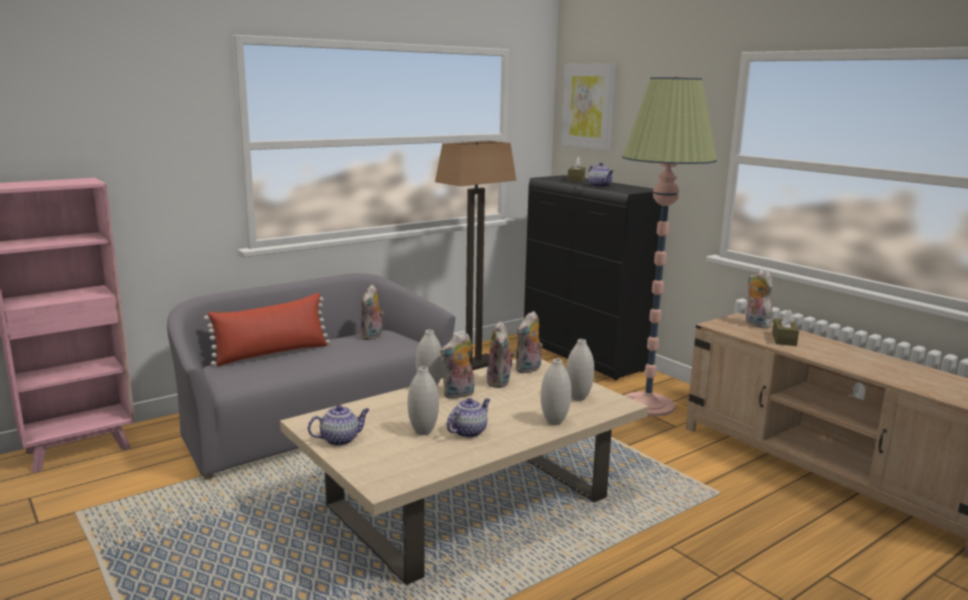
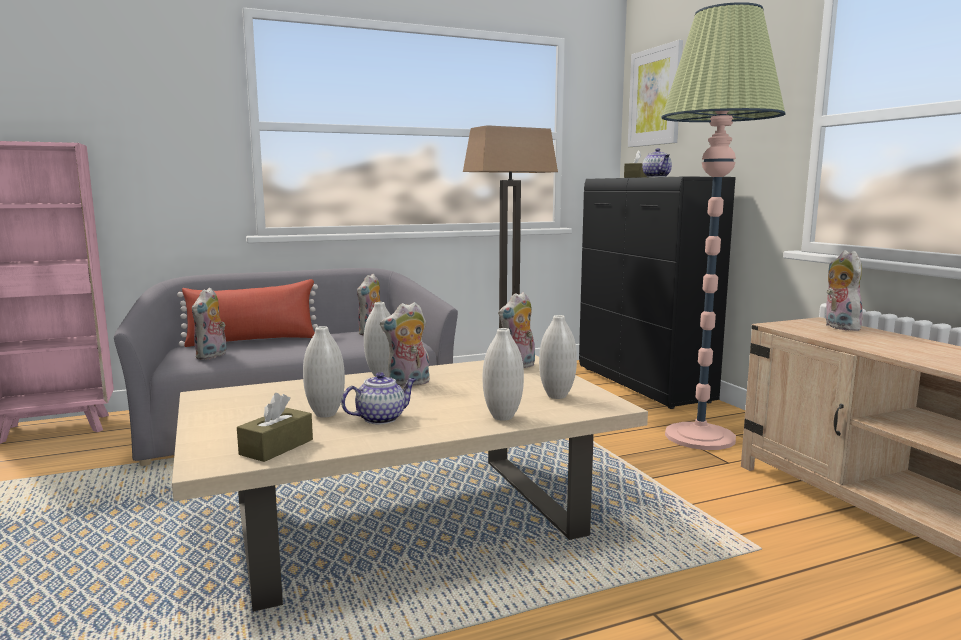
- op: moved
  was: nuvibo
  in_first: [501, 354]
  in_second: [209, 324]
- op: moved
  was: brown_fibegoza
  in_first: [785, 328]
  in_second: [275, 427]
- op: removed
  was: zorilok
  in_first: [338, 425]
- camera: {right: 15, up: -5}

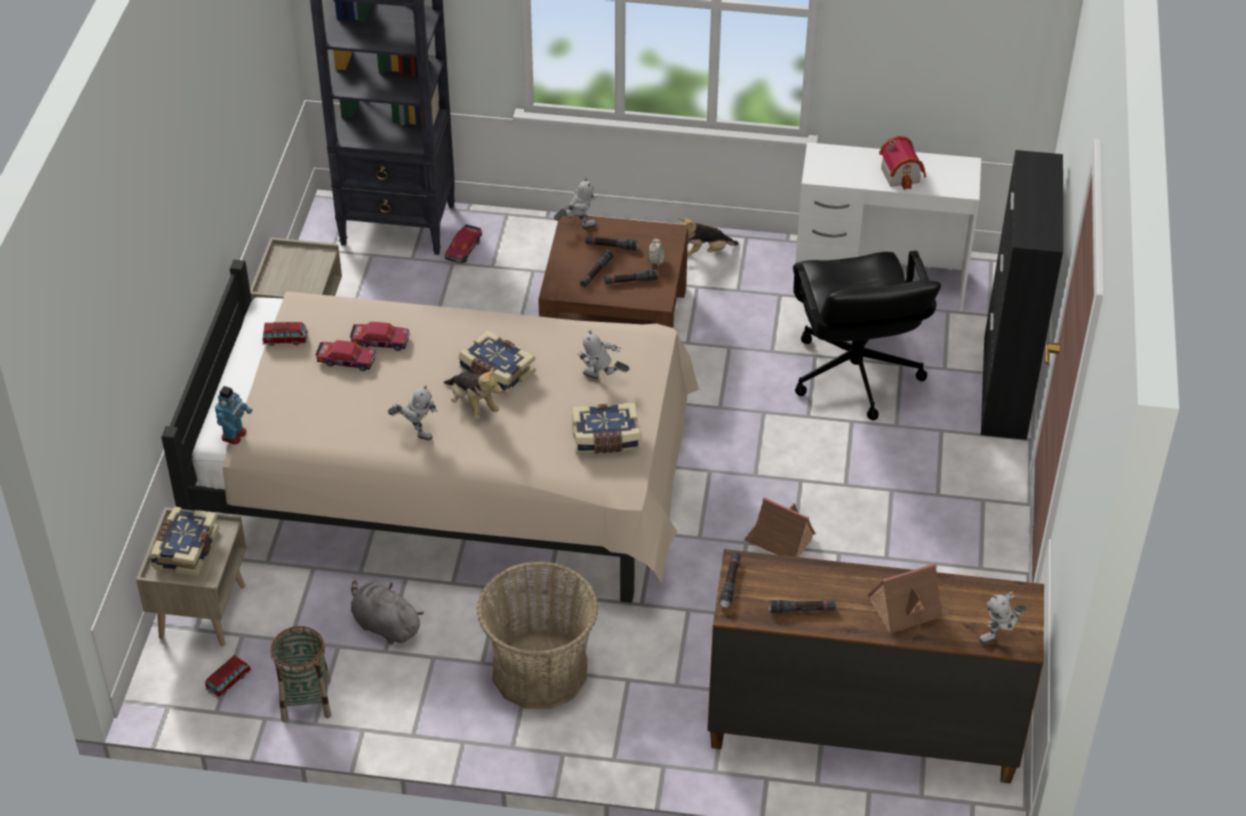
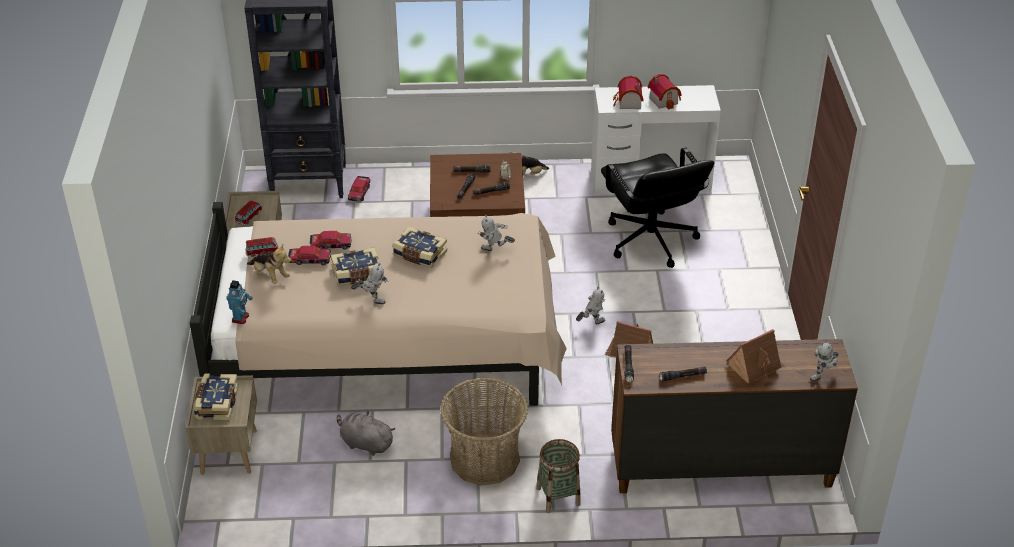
- op: moved
  was: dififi
  in_first: [228, 677]
  in_second: [248, 212]
- op: moved
  was: nuvibo
  in_first: [473, 393]
  in_second: [269, 264]
- op: moved
  was: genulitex
  in_first: [606, 428]
  in_second: [356, 266]
- op: moved
  was: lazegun
  in_first: [300, 674]
  in_second: [558, 476]
- op: moved
  was: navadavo
  in_first: [575, 203]
  in_second: [590, 305]
- op: added
  now: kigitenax
  in_second: [628, 92]
- op: removed
  was: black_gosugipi
  in_first: [1022, 295]
- camera: {right: -10, up: -5}

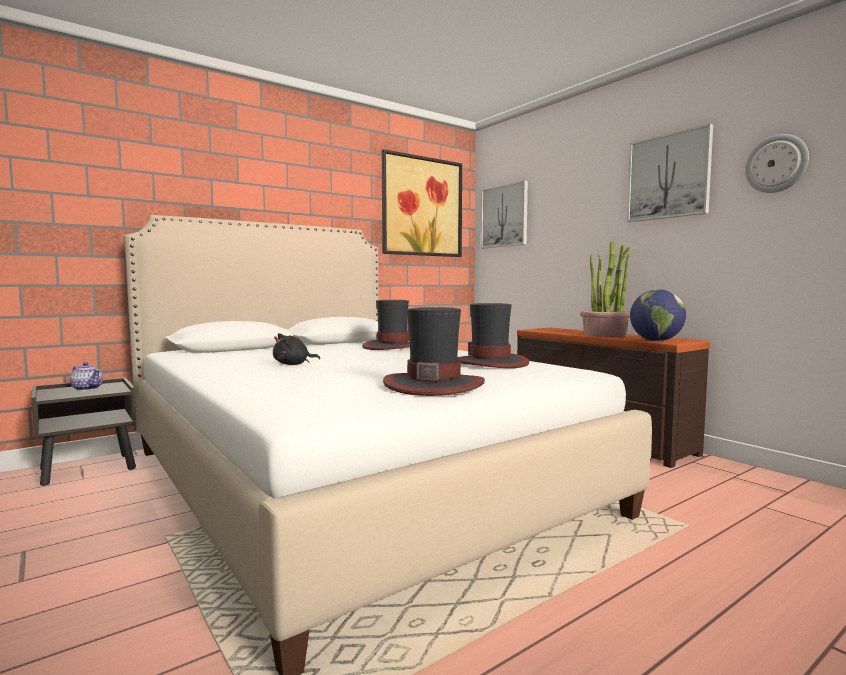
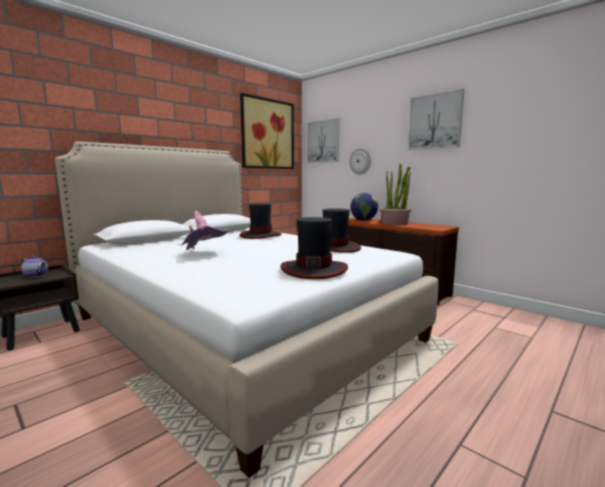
- op: replaced
  was: black_nuvibo
  now: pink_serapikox
  in_first: [296, 349]
  in_second: [204, 230]
- op: moved
  was: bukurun
  in_first: [777, 163]
  in_second: [360, 161]
- op: moved
  was: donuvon
  in_first: [658, 315]
  in_second: [364, 207]
- camera: {right: -10, up: 5}

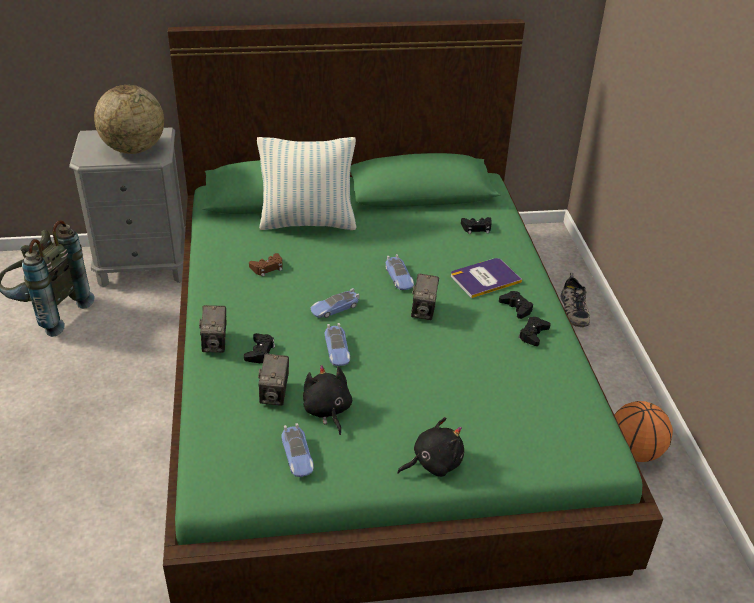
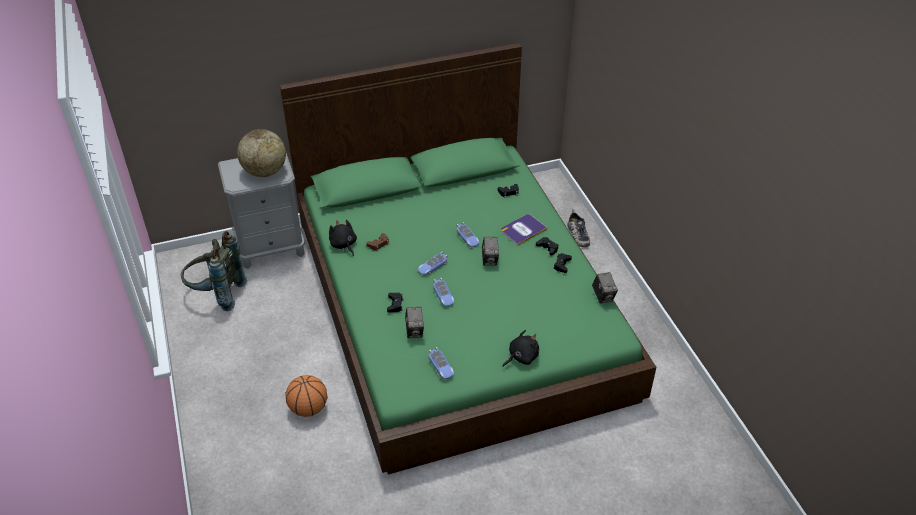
- op: moved
  was: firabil
  in_first: [643, 431]
  in_second: [306, 396]
- op: moved
  was: black_nuvibo
  in_first: [327, 400]
  in_second: [343, 238]
- op: moved
  was: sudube
  in_first: [212, 328]
  in_second: [605, 288]
- op: removed
  was: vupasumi
  in_first: [307, 183]
- camera: {right: -10, up: 5}

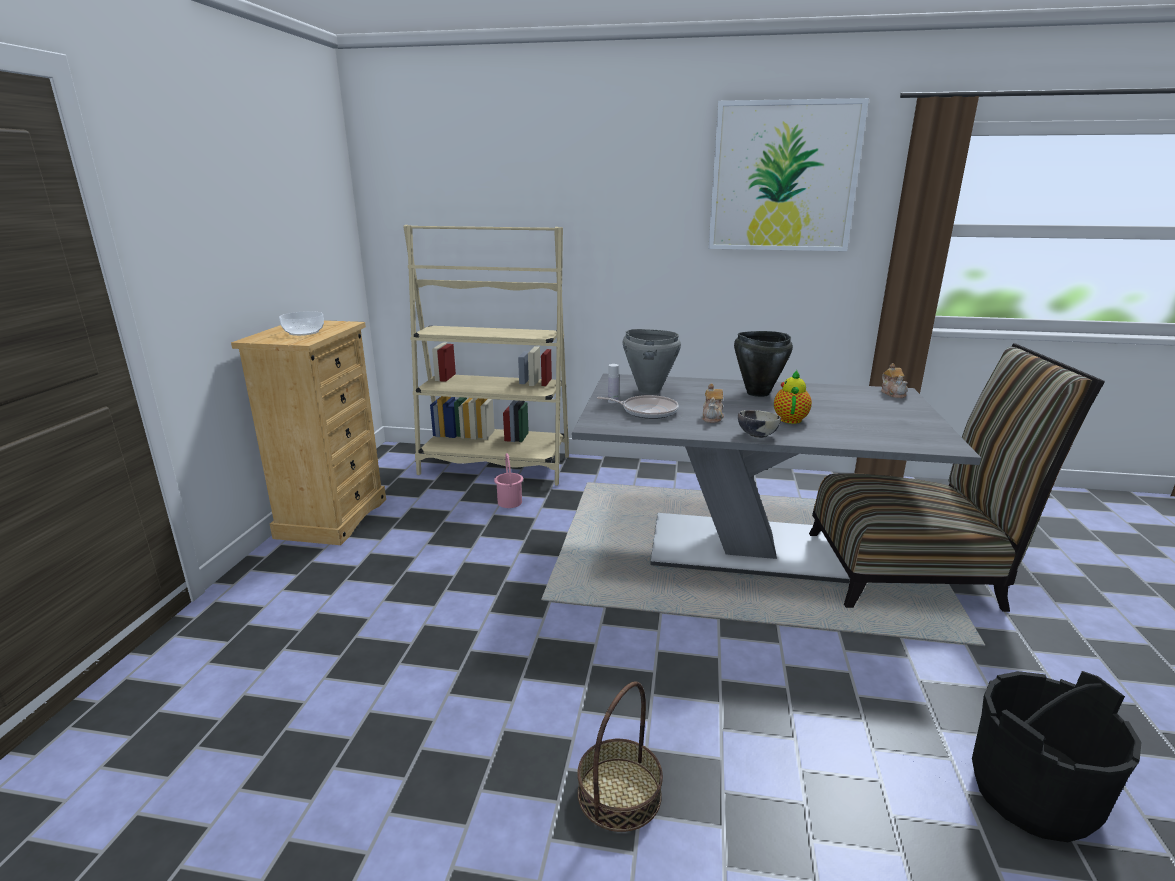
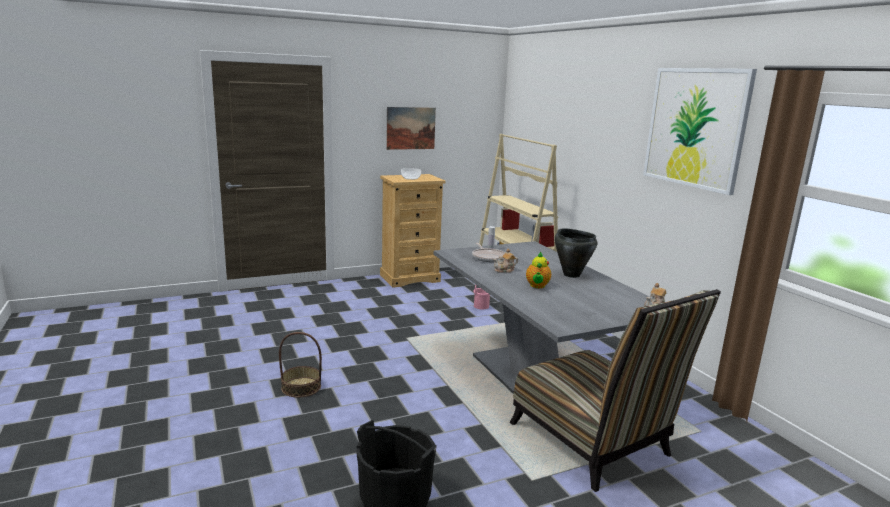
- op: added
  now: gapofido
  in_second: [411, 128]
- op: turned
  was: zorilok
  in_first: [793, 397]
  in_second: [538, 270]
  clockwise: 120
- op: removed
  was: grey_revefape
  in_first: [652, 361]
- op: removed
  was: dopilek
  in_first: [759, 424]
- camera: {right: 55, up: -5}

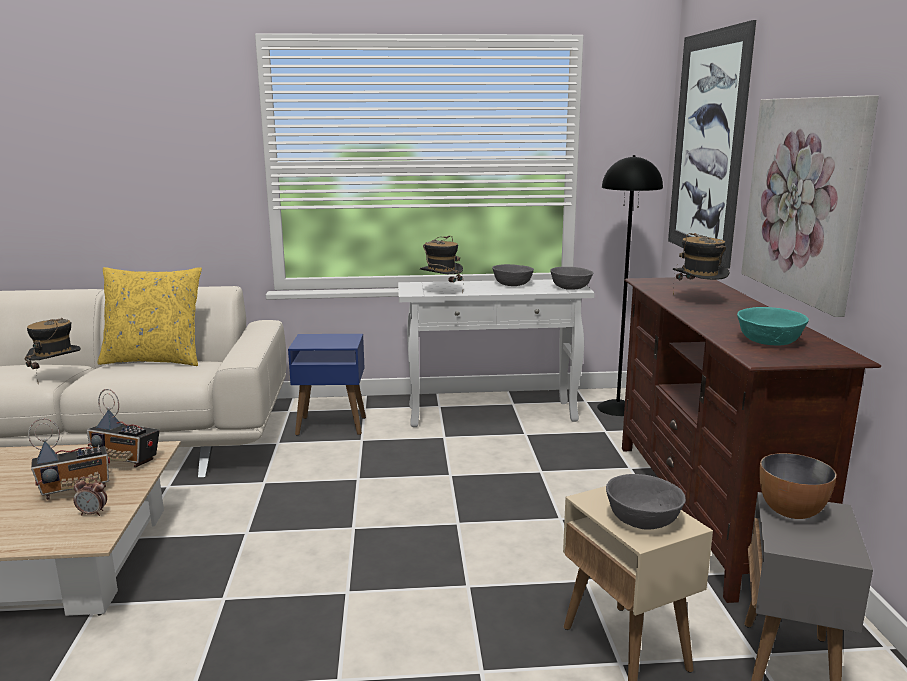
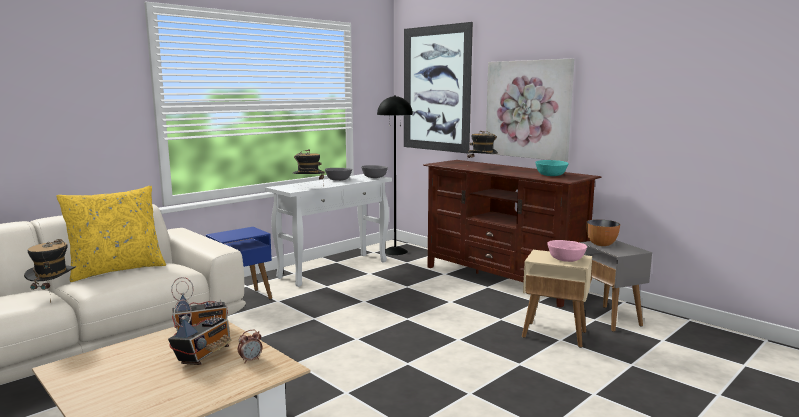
- op: recoloured
  was: grey_dopilek
  now: pink_dopilek
  in_first: [646, 501]
  in_second: [567, 251]
- camera: {right: -40, up: -5}

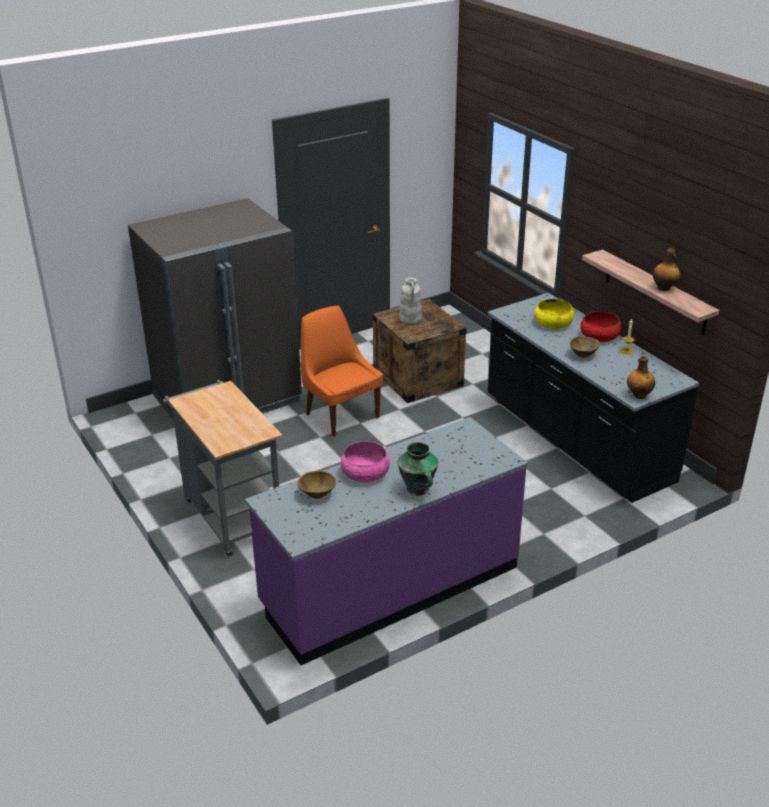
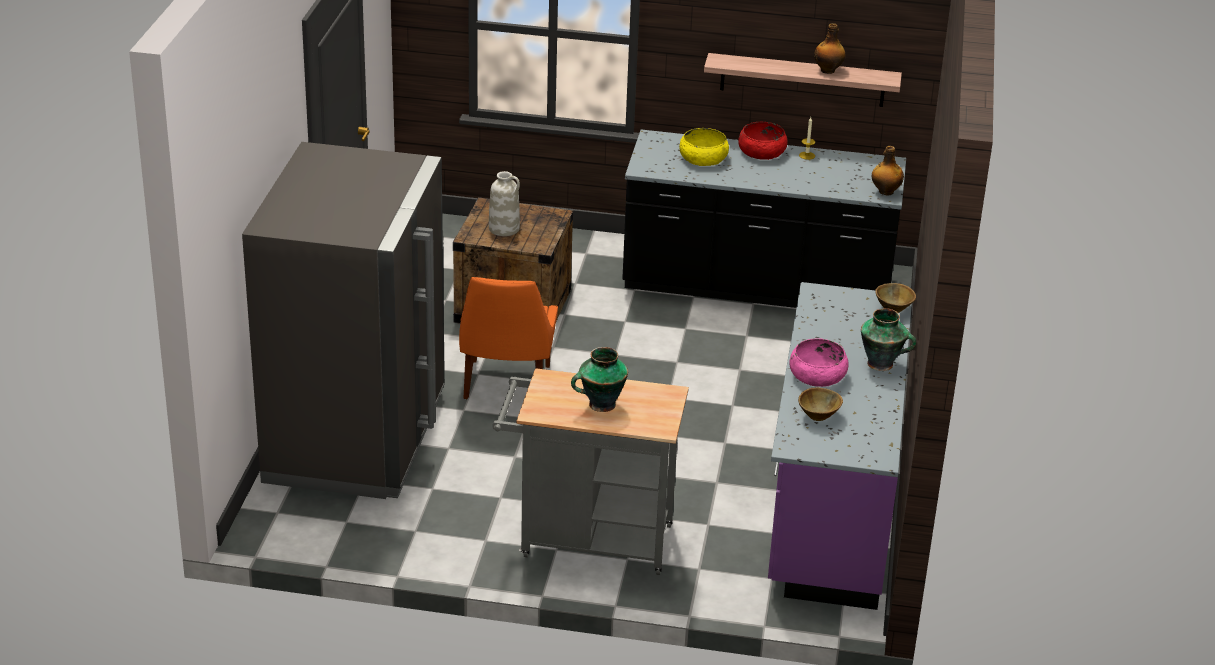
- op: turned
  was: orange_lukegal
  in_first: [342, 371]
  in_second: [508, 338]
  clockwise: -90
- op: added
  now: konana
  in_second: [599, 379]
- op: moved
  was: brown_dopilek
  in_first: [585, 347]
  in_second: [895, 298]
- camera: {right: -50, up: 0}

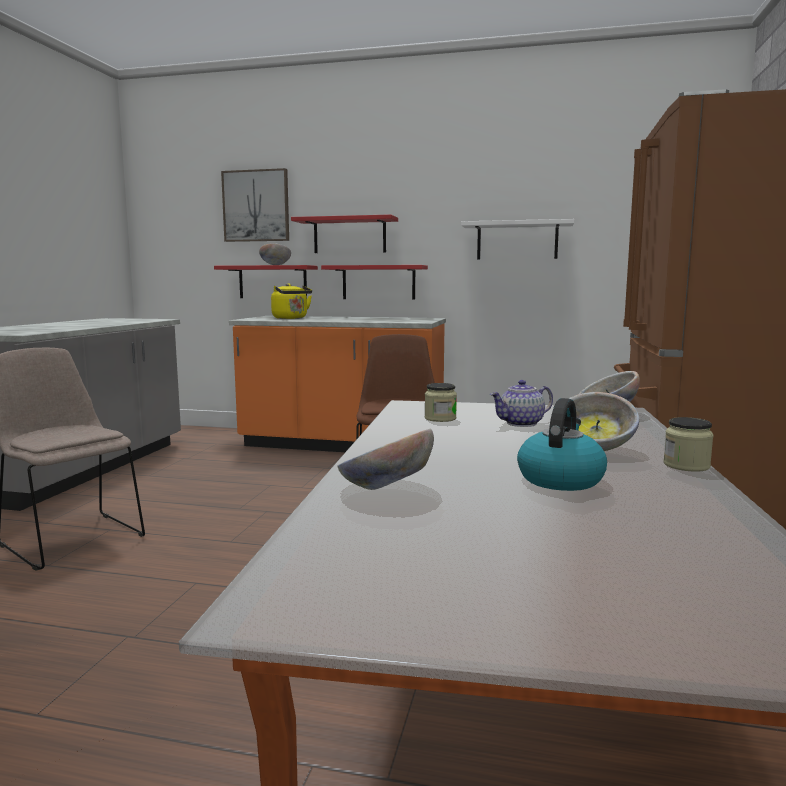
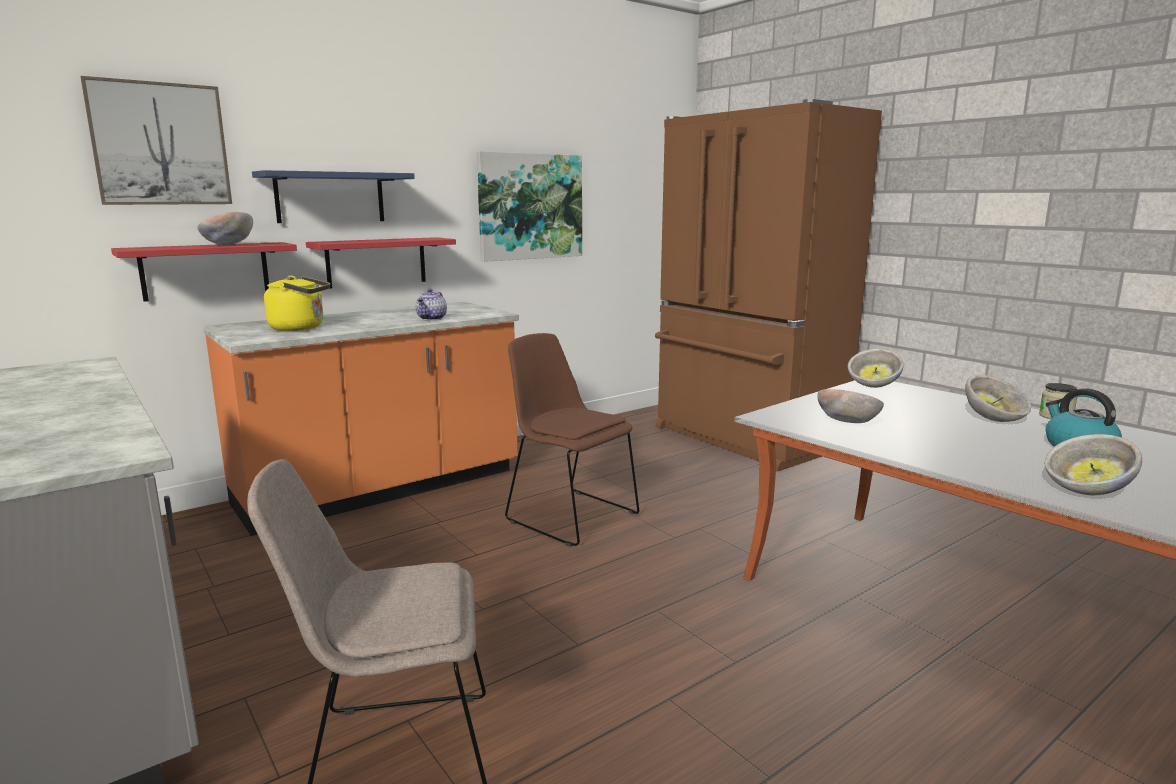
- op: recoloured
  was: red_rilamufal
  now: blue_rilamufal
  in_first: [344, 233]
  in_second: [333, 196]
- op: moved
  was: zorilok
  in_first: [521, 403]
  in_second: [431, 305]
- op: replaced
  was: white_rilamufal
  now: gapofido
  in_first: [517, 239]
  in_second: [529, 206]
- op: replaced
  was: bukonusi
  now: dopilek
  in_first: [441, 402]
  in_second: [850, 406]
- camera: {right: -50, up: 5}

